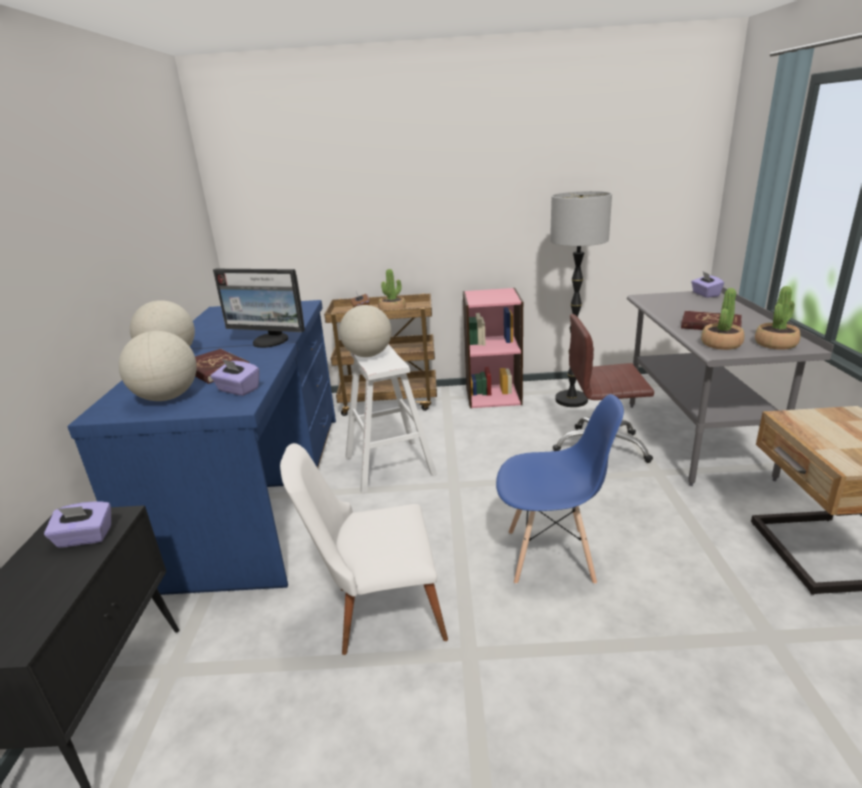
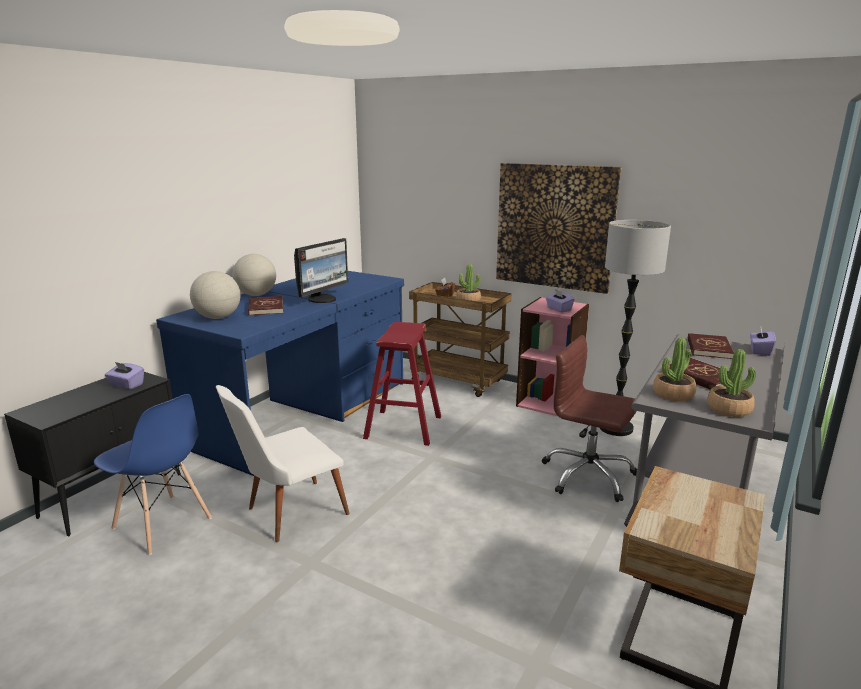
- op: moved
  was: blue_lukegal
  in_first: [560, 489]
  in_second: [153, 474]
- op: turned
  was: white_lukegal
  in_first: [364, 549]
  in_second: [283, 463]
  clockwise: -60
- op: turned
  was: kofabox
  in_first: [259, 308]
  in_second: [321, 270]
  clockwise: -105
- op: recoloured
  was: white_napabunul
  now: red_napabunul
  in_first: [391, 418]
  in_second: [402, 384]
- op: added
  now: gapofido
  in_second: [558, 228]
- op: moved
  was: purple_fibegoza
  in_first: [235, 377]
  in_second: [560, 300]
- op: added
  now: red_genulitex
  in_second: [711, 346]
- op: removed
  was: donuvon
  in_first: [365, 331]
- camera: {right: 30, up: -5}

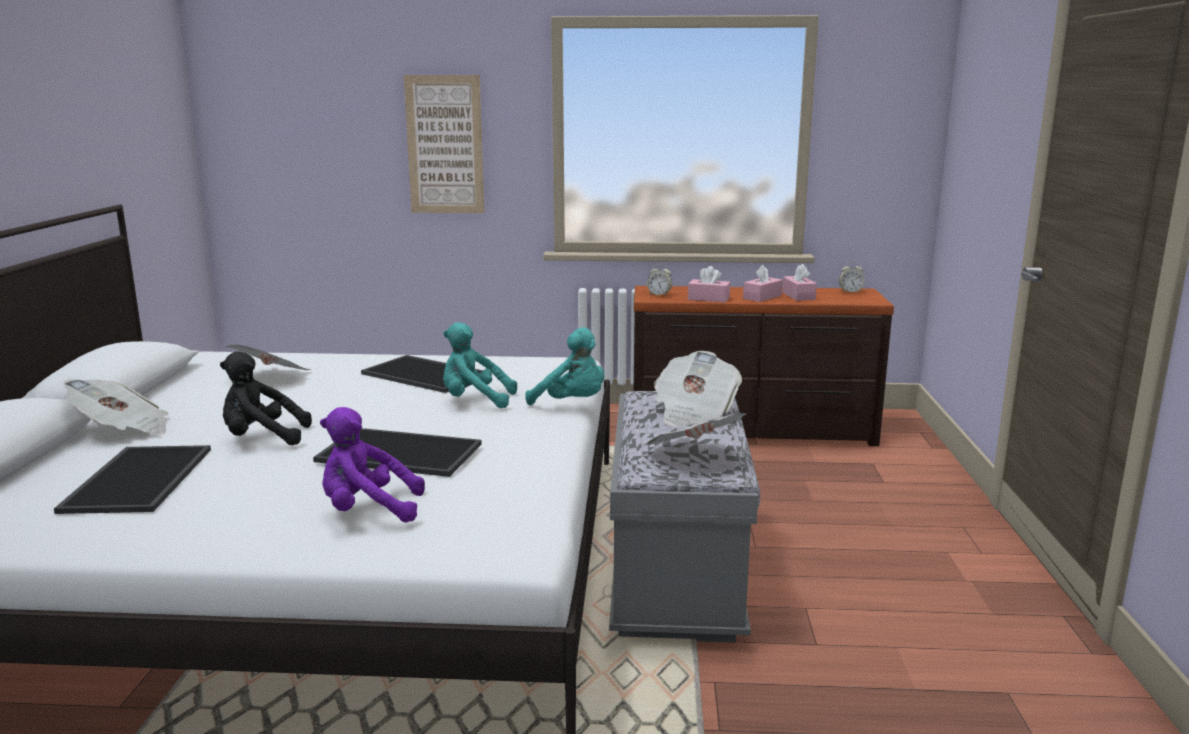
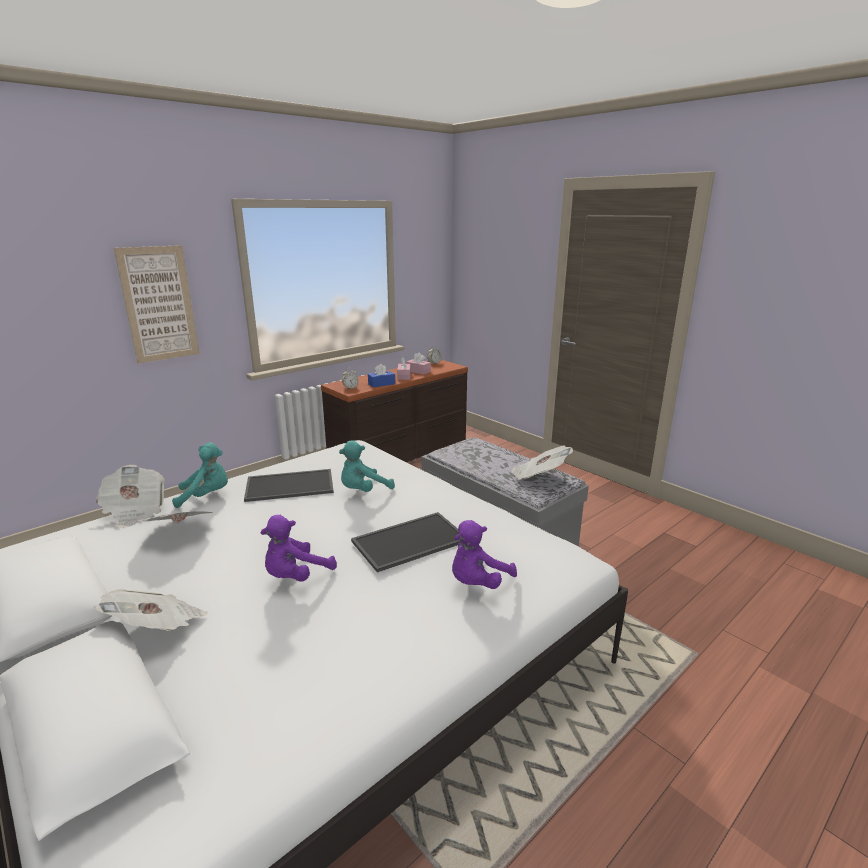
- op: moved
  was: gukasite
  in_first: [697, 389]
  in_second: [130, 496]
- op: moved
  was: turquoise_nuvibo
  in_first: [564, 366]
  in_second: [200, 475]
- op: recoloured
  was: black_nuvibo
  now: purple_nuvibo
  in_first: [266, 398]
  in_second: [298, 548]
- op: recoloured
  was: pink_fibegoza
  now: blue_fibegoza
  in_first: [709, 284]
  in_second: [381, 375]
- op: removed
  was: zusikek
  in_first: [132, 479]
- camera: {right: -45, up: 5}

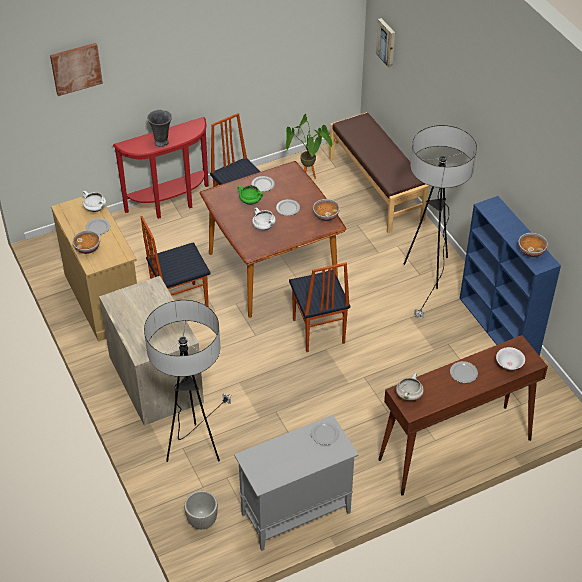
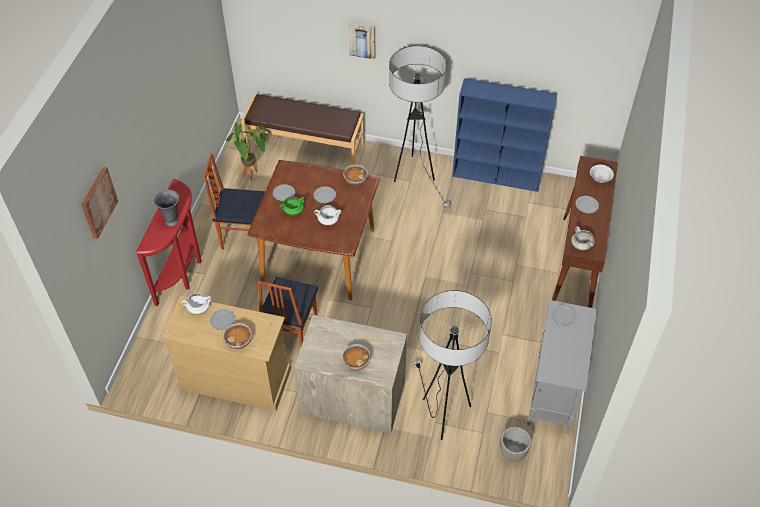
- op: moved
  was: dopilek
  in_first: [533, 245]
  in_second: [356, 357]
- op: moved
  was: gapofido
  in_first: [385, 43]
  in_second: [361, 40]
- op: removed
  was: lukegal
  in_first: [319, 307]
- camera: {right: -50, up: 5}

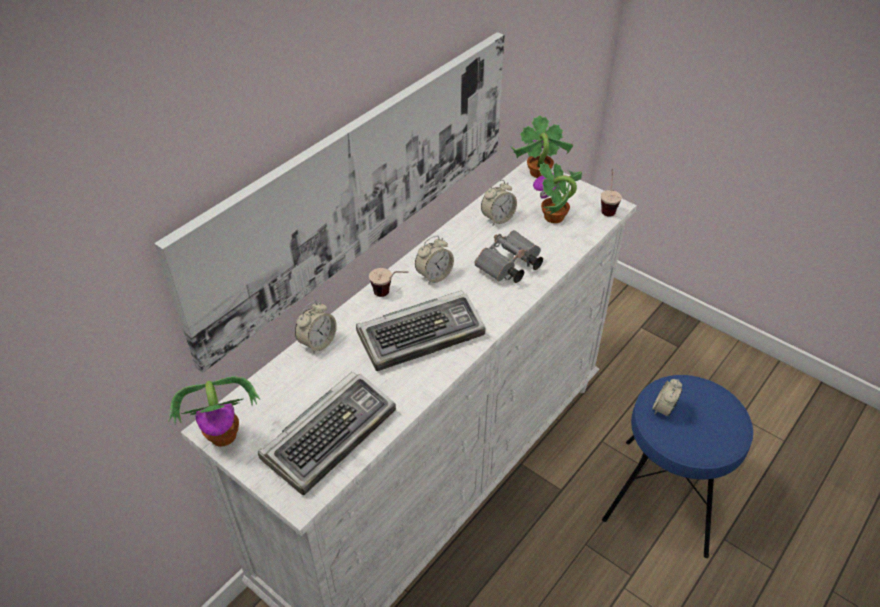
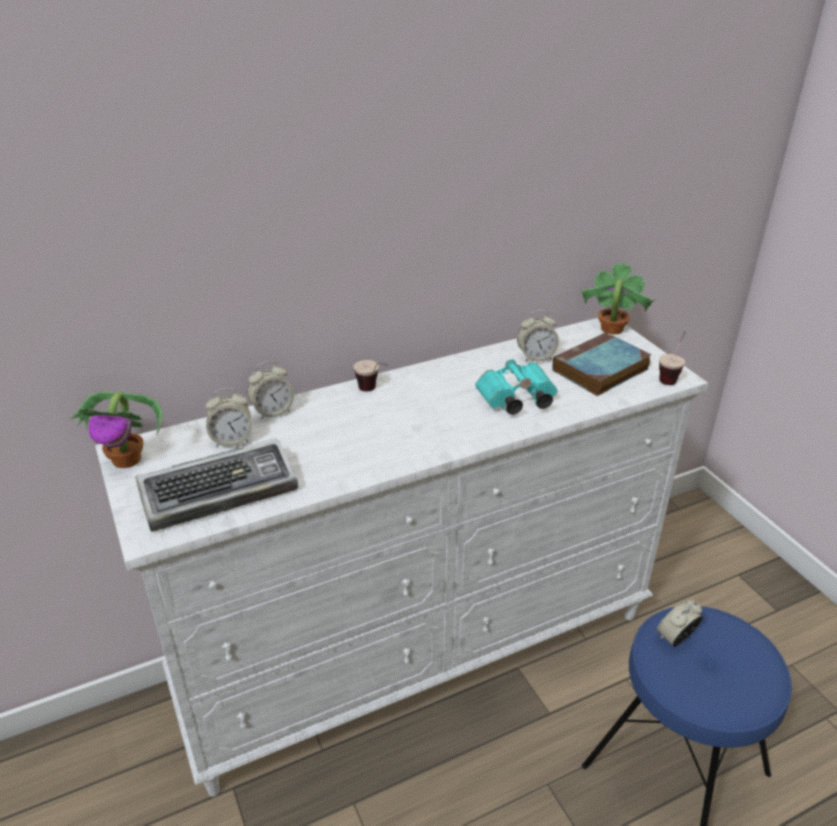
- op: moved
  was: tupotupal
  in_first: [434, 260]
  in_second: [228, 417]
- op: recoloured
  was: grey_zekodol
  now: turquoise_zekodol
  in_first: [509, 256]
  in_second: [516, 387]
- op: replaced
  was: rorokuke
  now: genulitex
  in_first: [557, 193]
  in_second: [601, 364]
- op: removed
  was: gapofido
  in_first: [329, 202]
- op: removed
  was: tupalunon
  in_first: [421, 330]
- camera: {right: 25, up: -10}

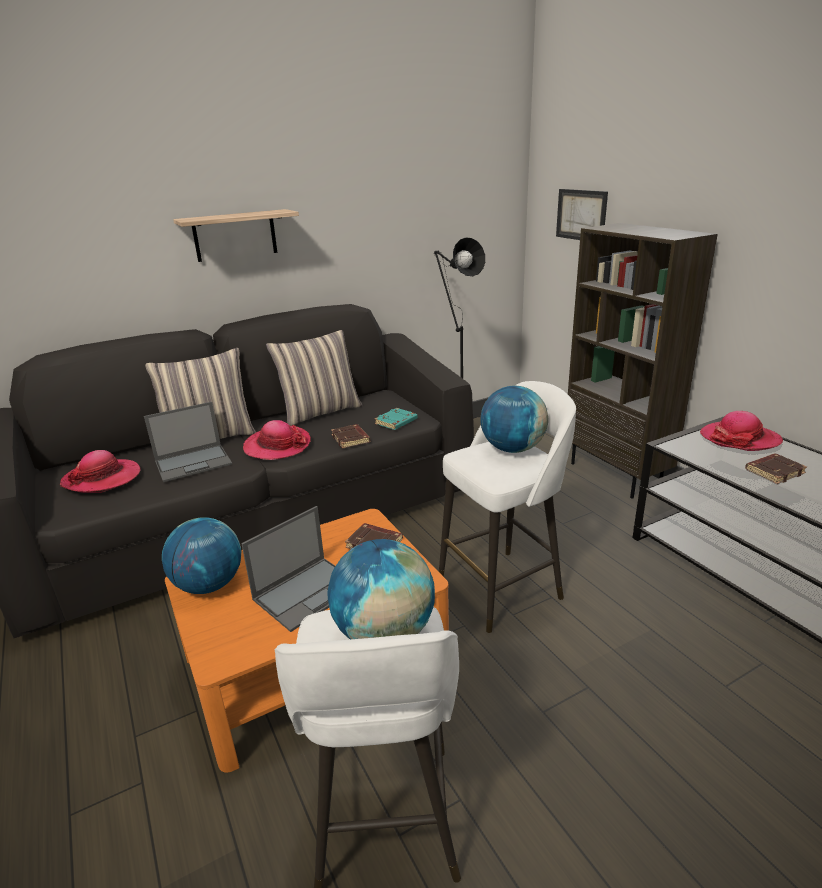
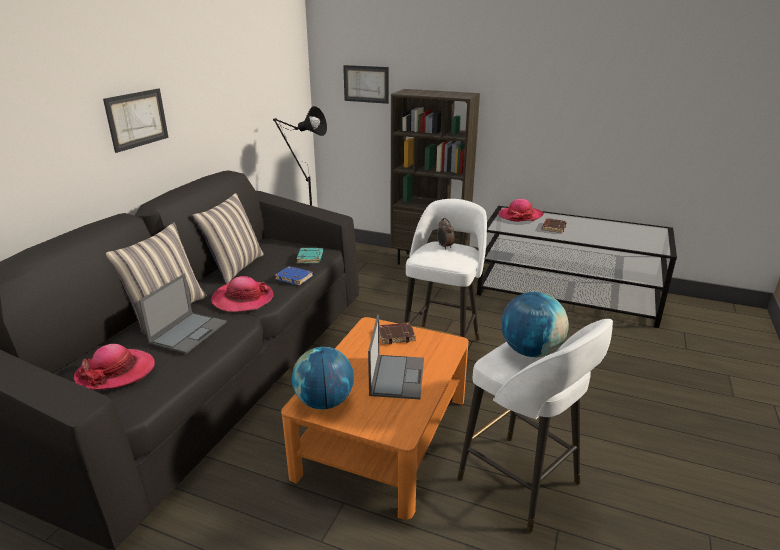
- op: replaced
  was: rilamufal
  now: gapofido
  in_first: [236, 235]
  in_second: [136, 121]
- op: recoloured
  was: brown_genulitex
  now: blue_genulitex
  in_first: [350, 436]
  in_second: [294, 276]
- op: replaced
  was: donuvon
  now: tupotupal
  in_first: [514, 419]
  in_second: [445, 234]
- camera: {right: -40, up: 0}

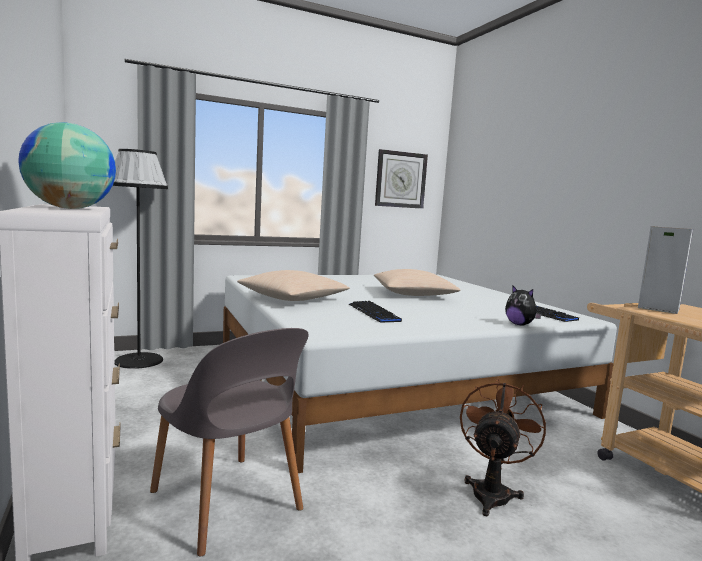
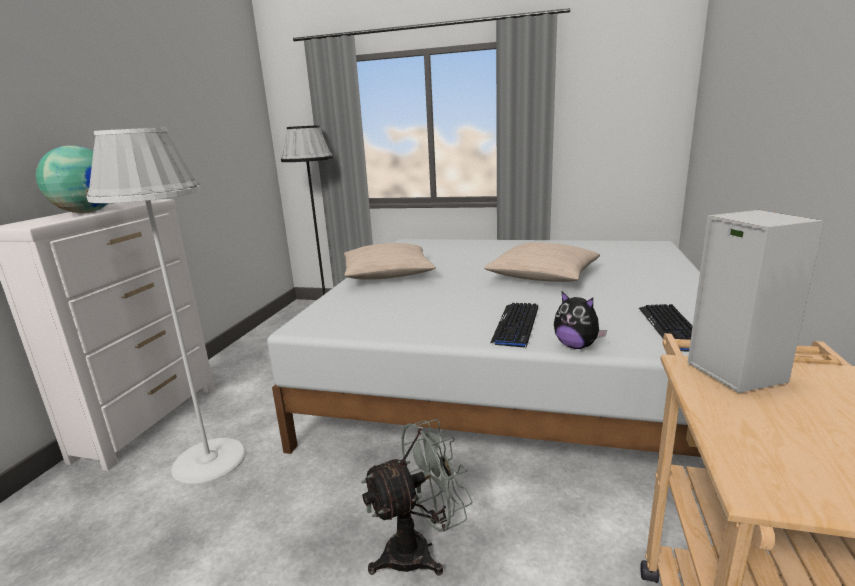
- op: replaced
  was: grey_lukegal
  now: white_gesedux
  in_first: [229, 442]
  in_second: [166, 306]
- op: recoloured
  was: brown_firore
  now: grey_firore
  in_first: [503, 447]
  in_second: [417, 497]
- op: moved
  was: tupalunon
  in_first: [375, 312]
  in_second: [514, 325]
- op: turned
  was: nuvibo
  in_first: [523, 306]
  in_second: [580, 320]
  clockwise: -45
- op: removed
  was: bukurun
  in_first: [401, 179]
- camera: {right: 40, up: 10}

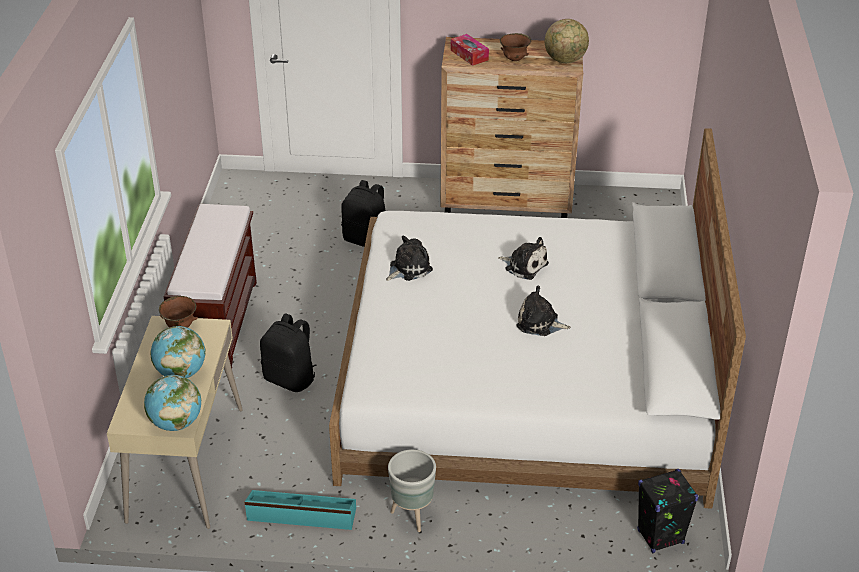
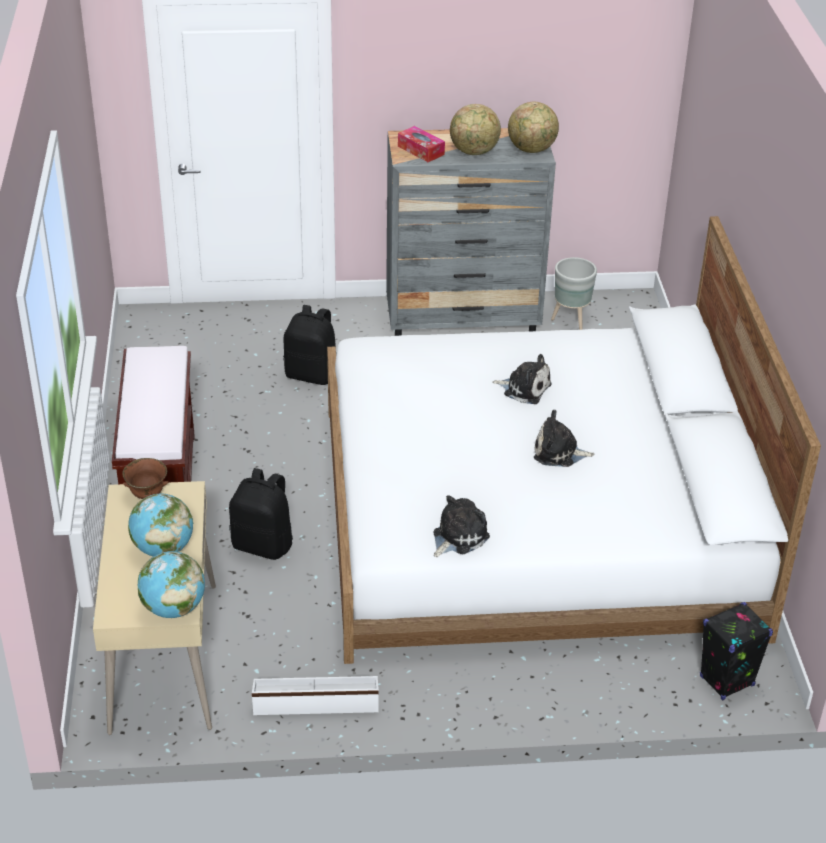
- op: recoloured
  was: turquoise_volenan
  now: white_volenan
  in_first: [300, 510]
  in_second: [315, 695]
- op: recoloured
  was: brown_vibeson
  now: grey_vibeson
  in_first: [512, 127]
  in_second: [471, 232]
- op: moved
  was: nuvibo
  in_first: [409, 258]
  in_second: [461, 526]
- op: replaced
  was: brown_dopilek
  now: donuvon
  in_first: [515, 47]
  in_second: [475, 129]
- op: moved
  was: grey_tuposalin
  in_first: [412, 490]
  in_second: [574, 293]
- camera: {right: -10, up: 0}

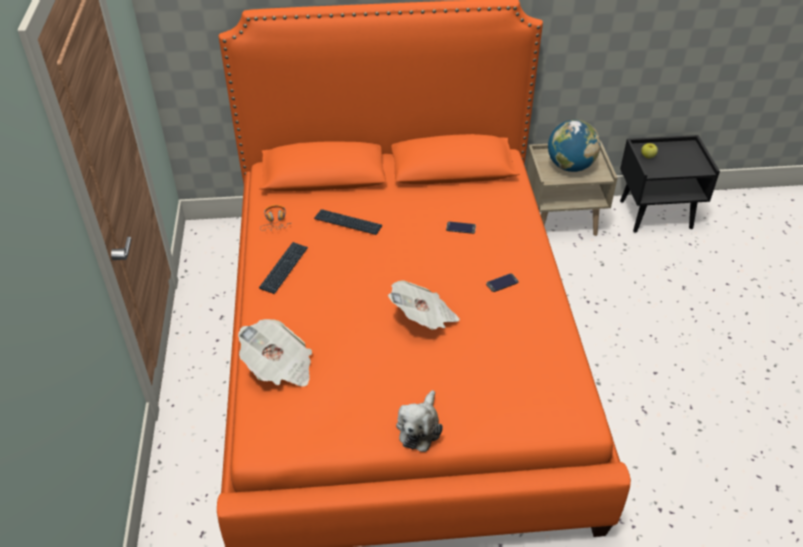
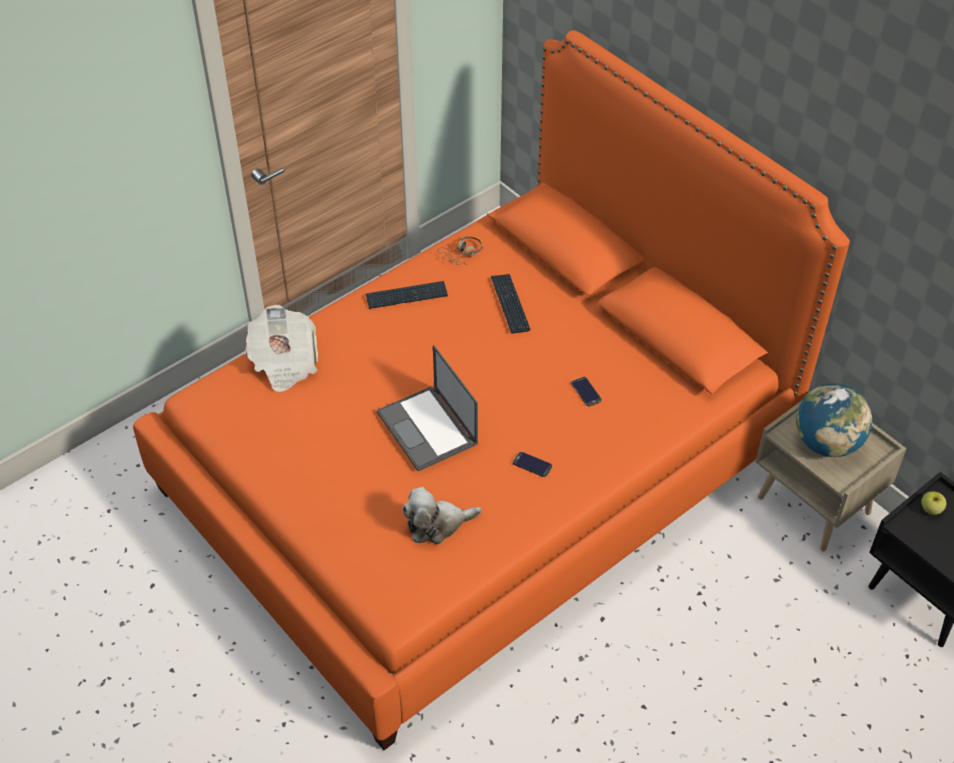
- op: replaced
  was: gukasite
  now: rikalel
  in_first: [424, 305]
  in_second: [427, 408]
- op: moved
  was: nuvibo
  in_first: [419, 421]
  in_second: [442, 515]
- camera: {right: 55, up: 5}

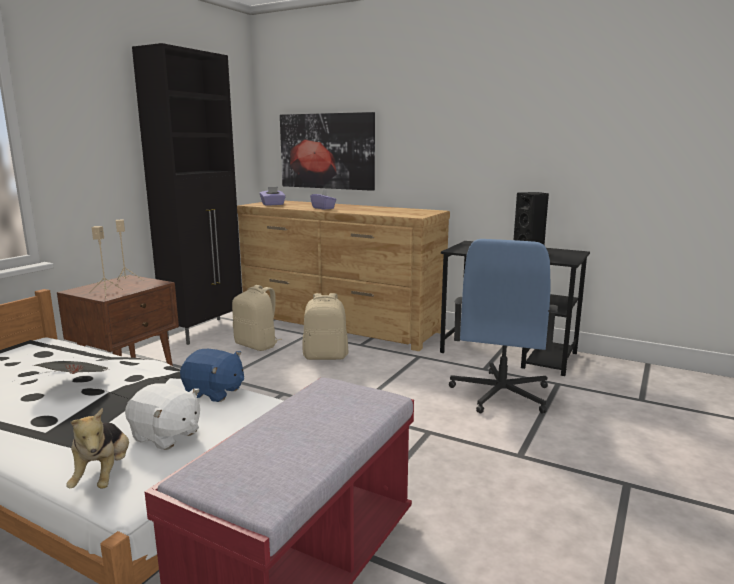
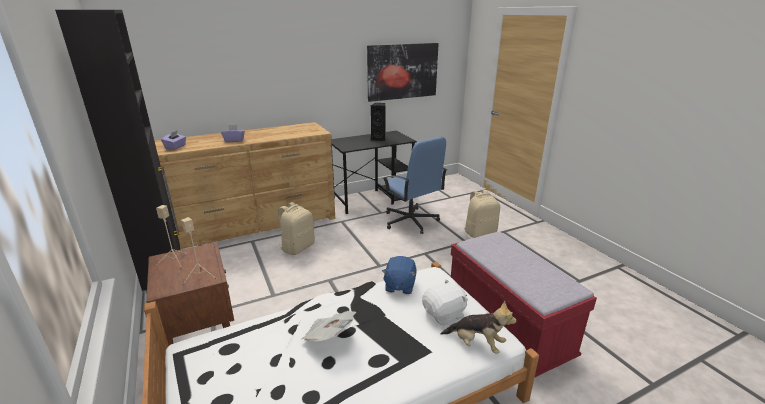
- op: moved
  was: gapofido
  in_first: [327, 151]
  in_second: [403, 72]
- op: turned
  was: blue_nuvibo
  in_first: [212, 375]
  in_second: [399, 275]
  clockwise: 135
- op: moved
  was: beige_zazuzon
  in_first: [257, 318]
  in_second: [482, 214]
- camera: {right: -55, up: 10}

